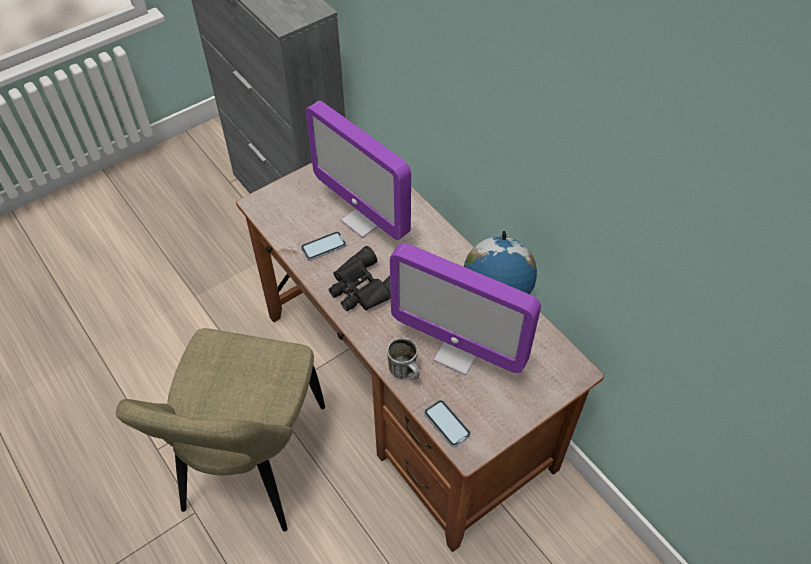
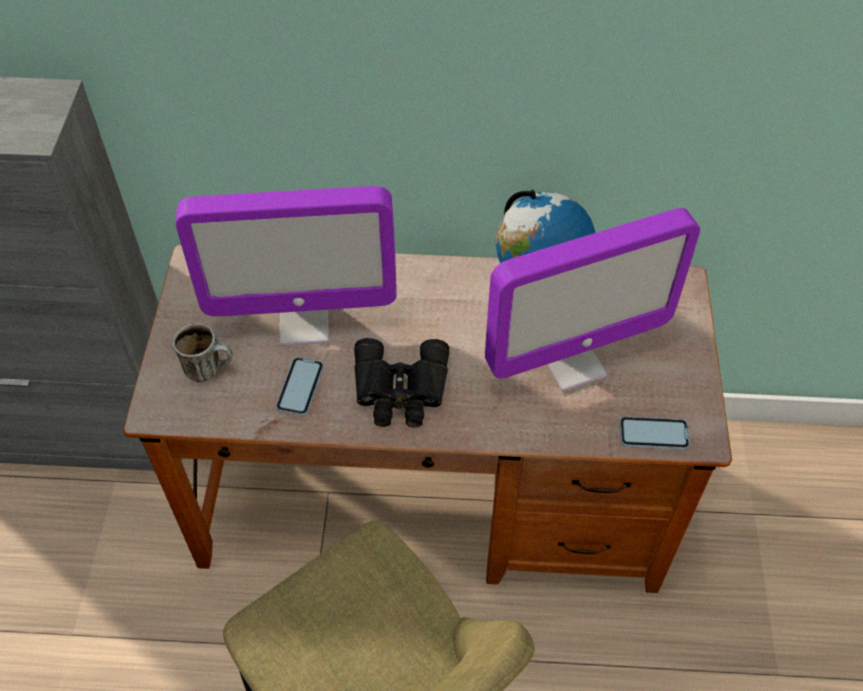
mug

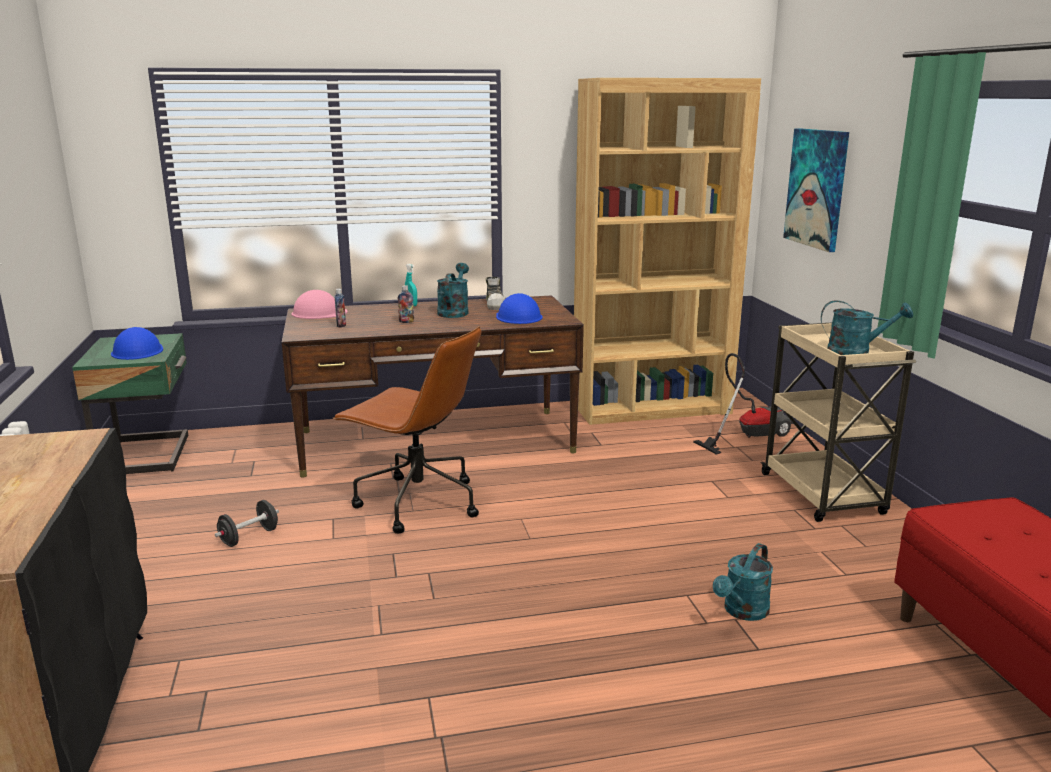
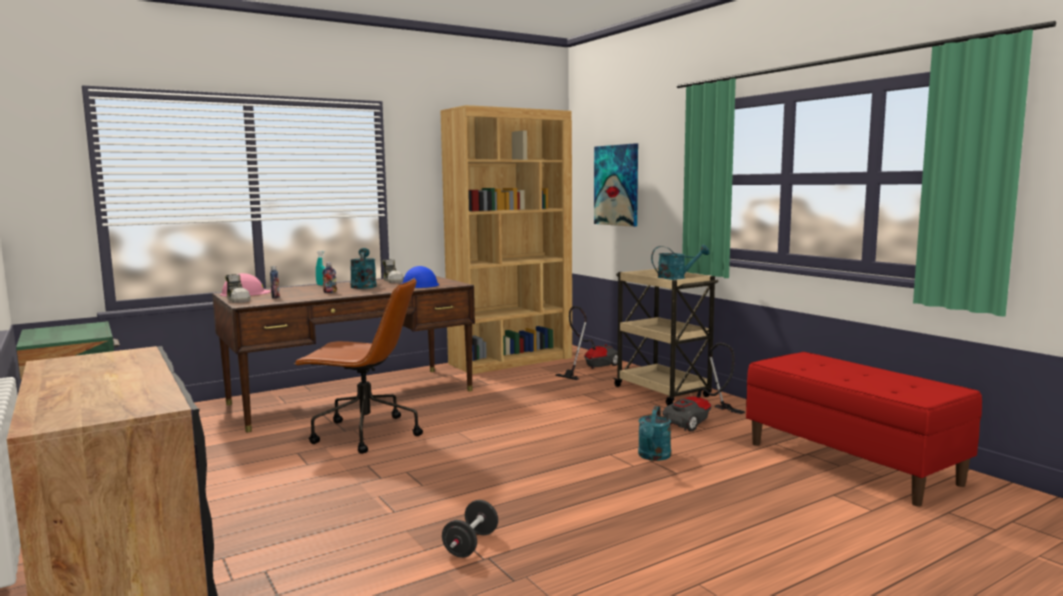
casque de chantier (bleu) (1st from left in the first image)
haltère (noir)
chaussure (1st from left)
aspirateur (2nd from left)

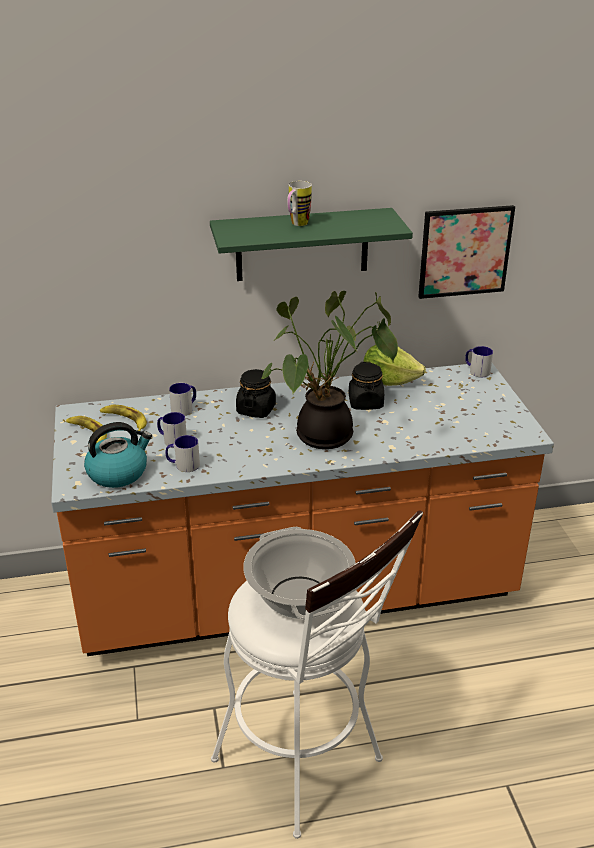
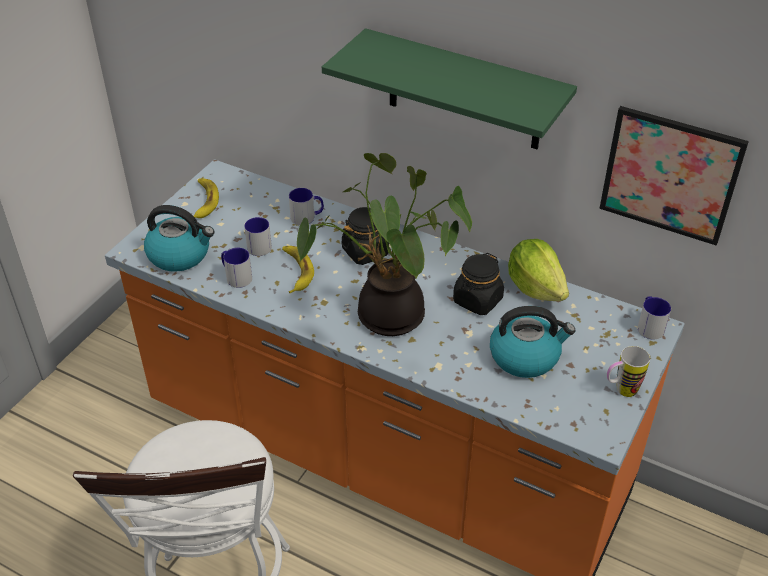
banane (2nd from left)
marmite
mug (4th from left)
bouilloire (2nd from left)

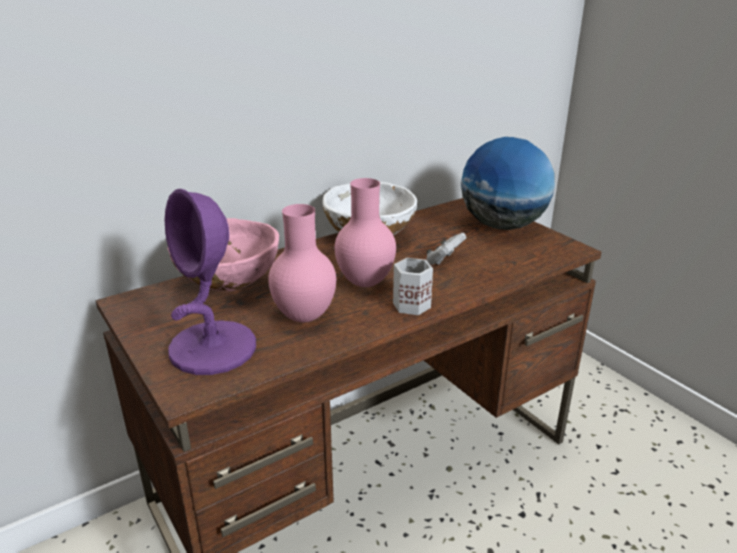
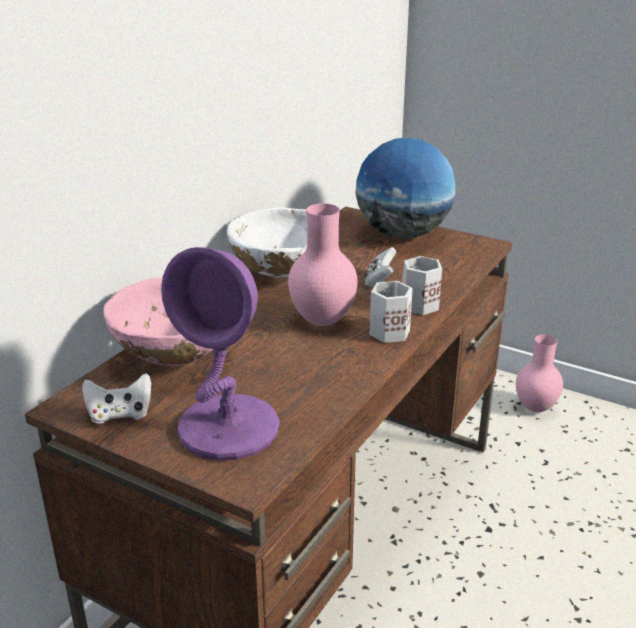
vase (rose) (2nd from left)
manette (blanc) (1st from left)
mug (blanc) (2nd from left)

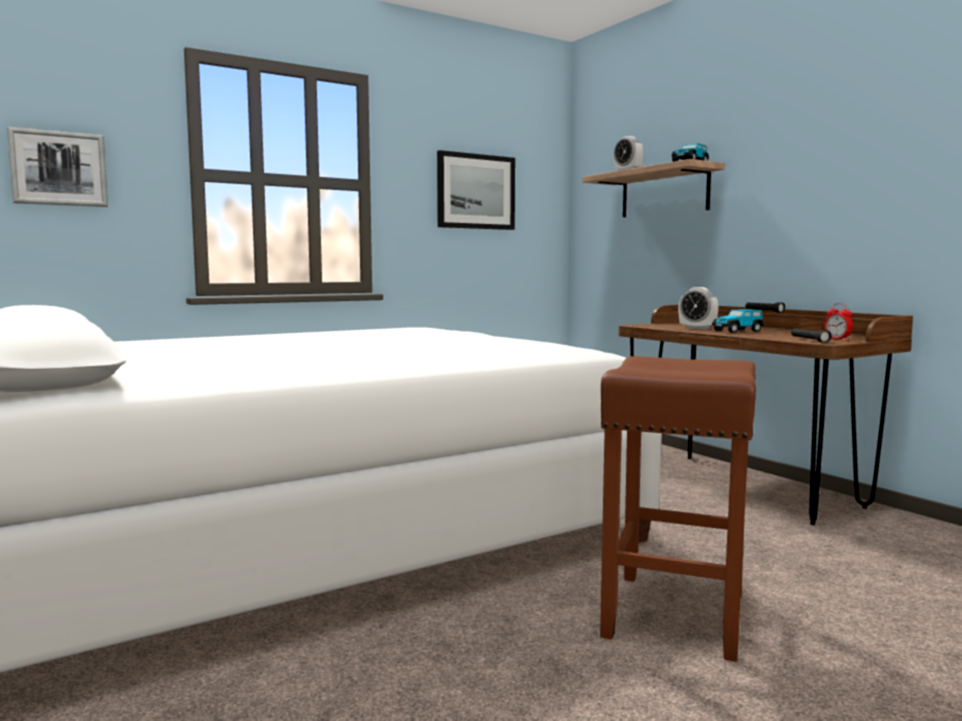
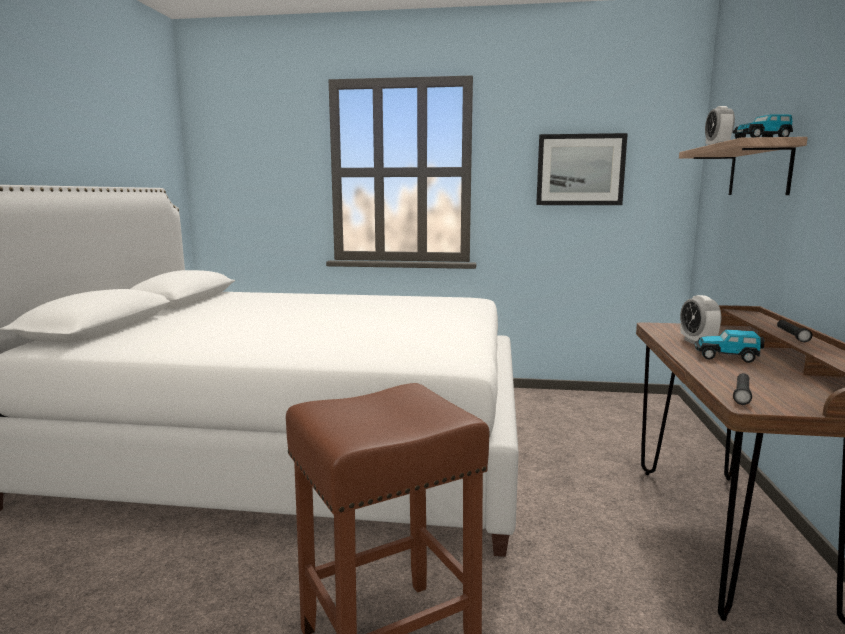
tableau (1st from left in the first image)
réveil (3rd from left in the first image)

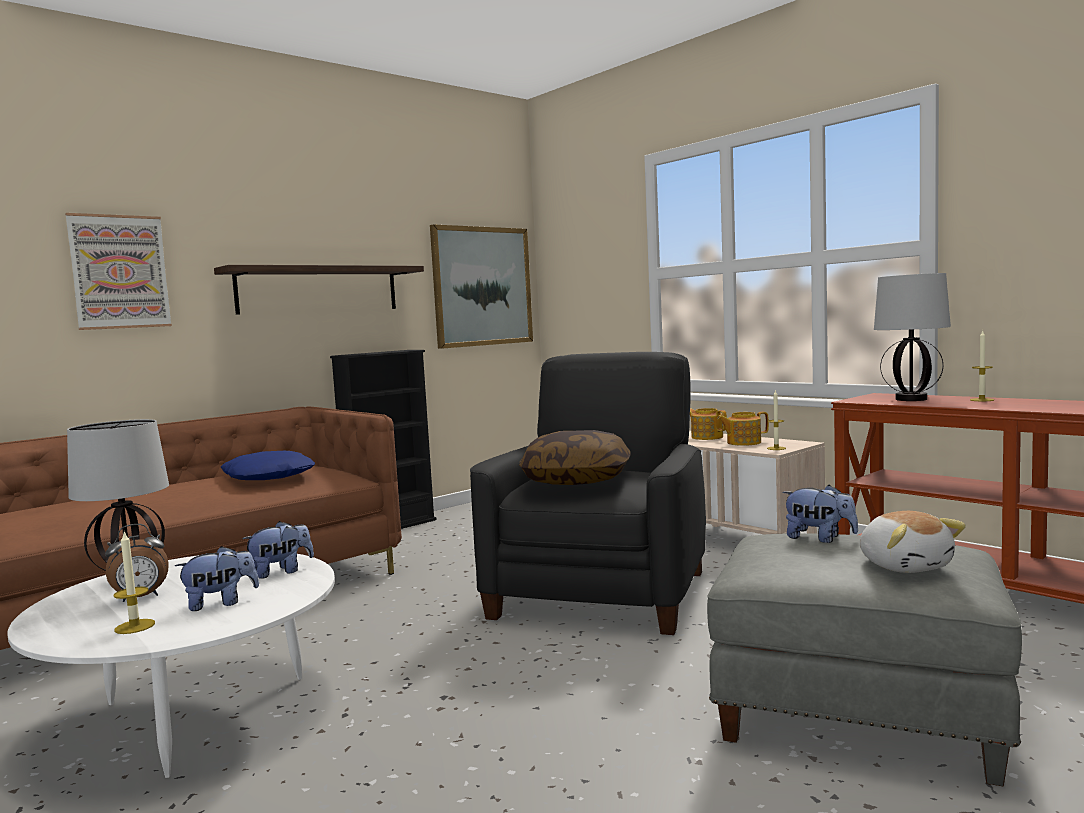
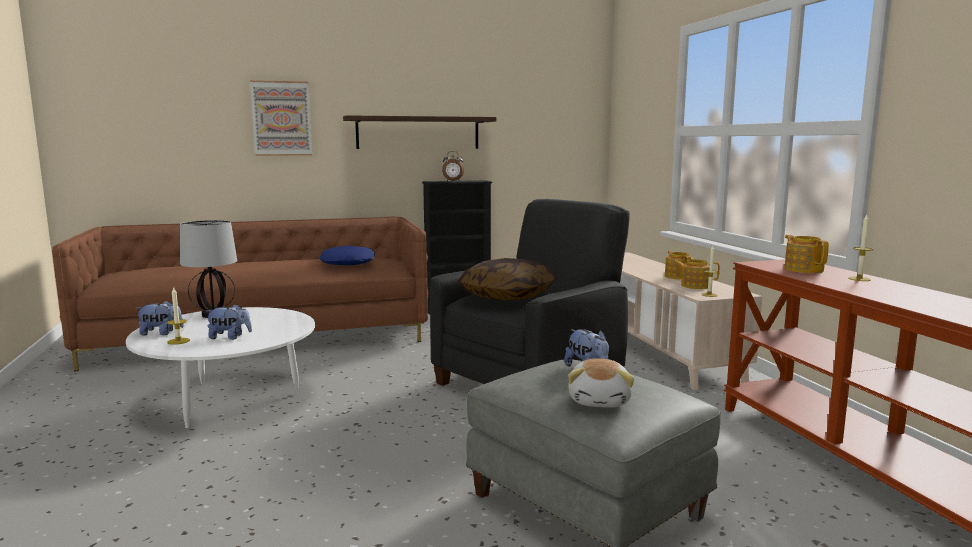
réveil
peluche (1st from left)
tableau (2nd from left in the first image)
théière (3rd from left)

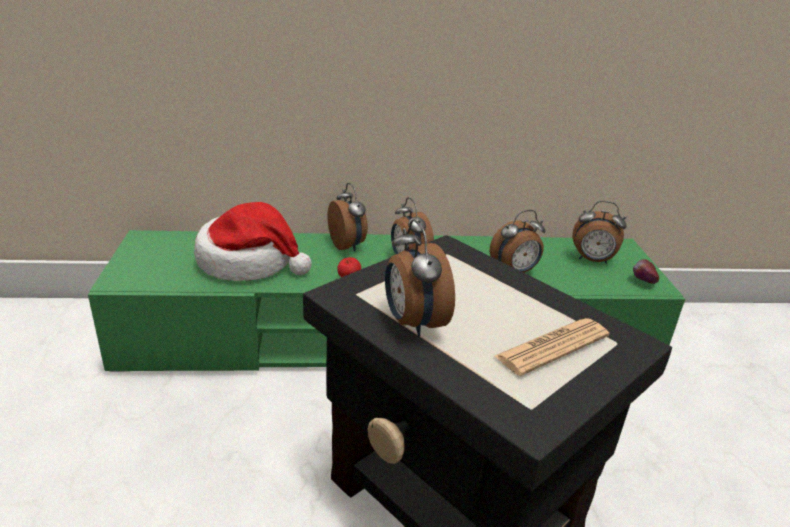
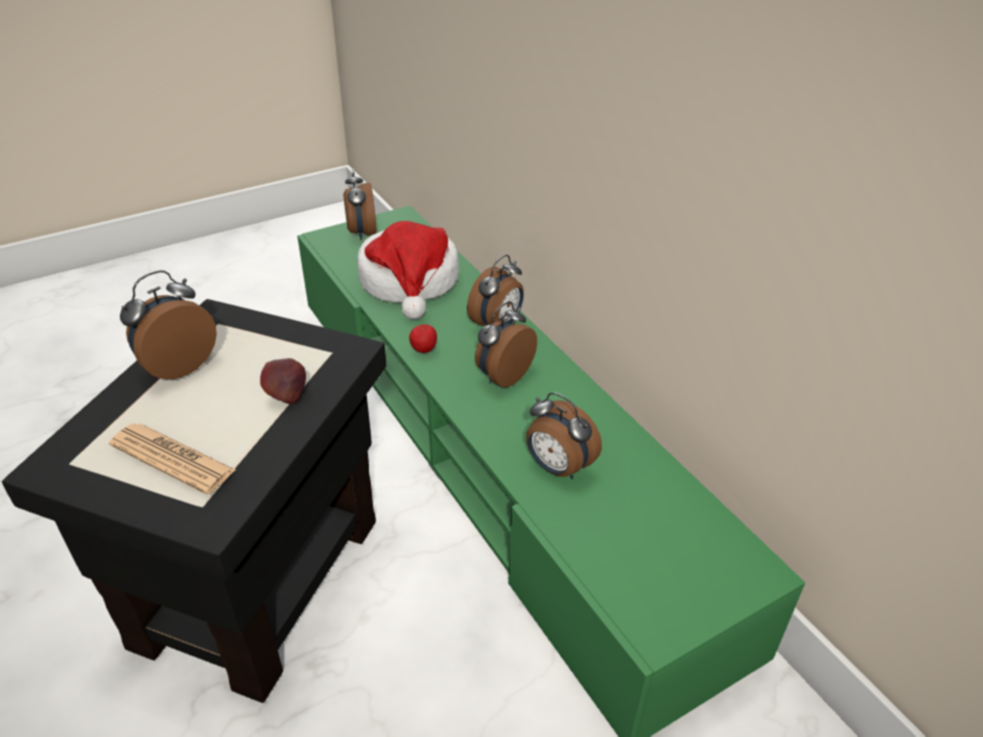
réveil (2nd from left)
pomme (1st from left)

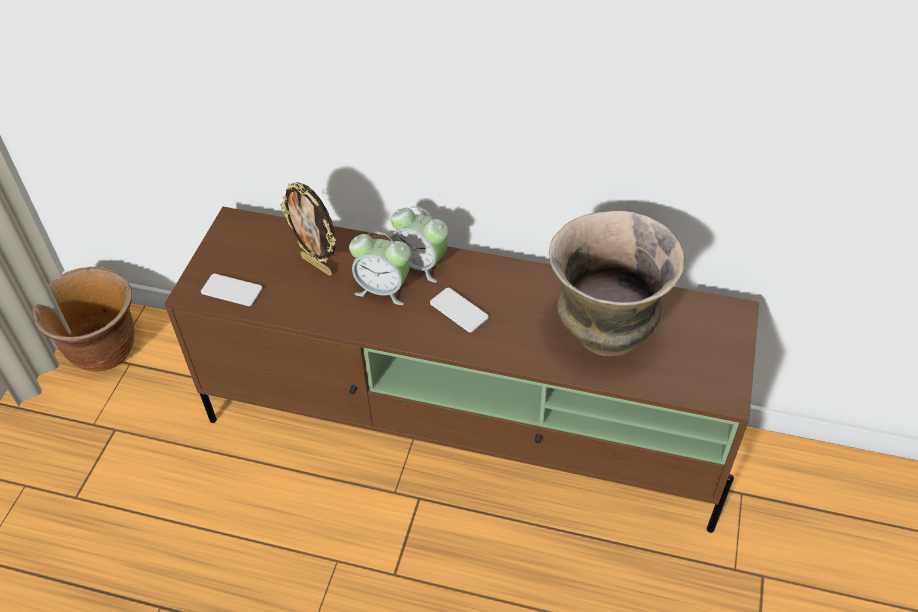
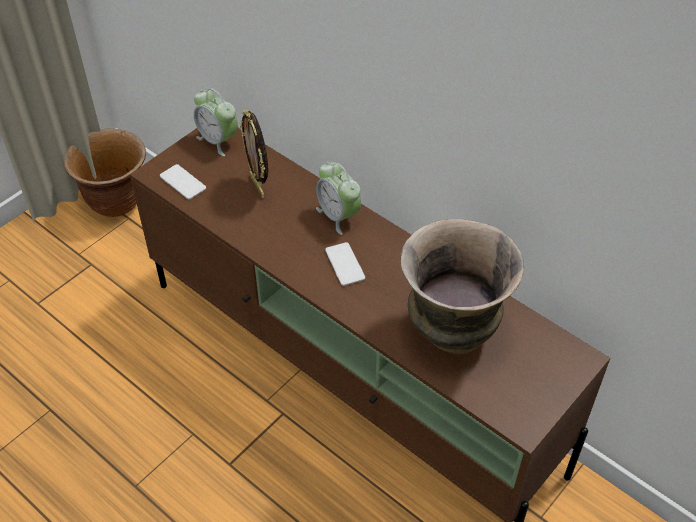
réveil (1st from left)

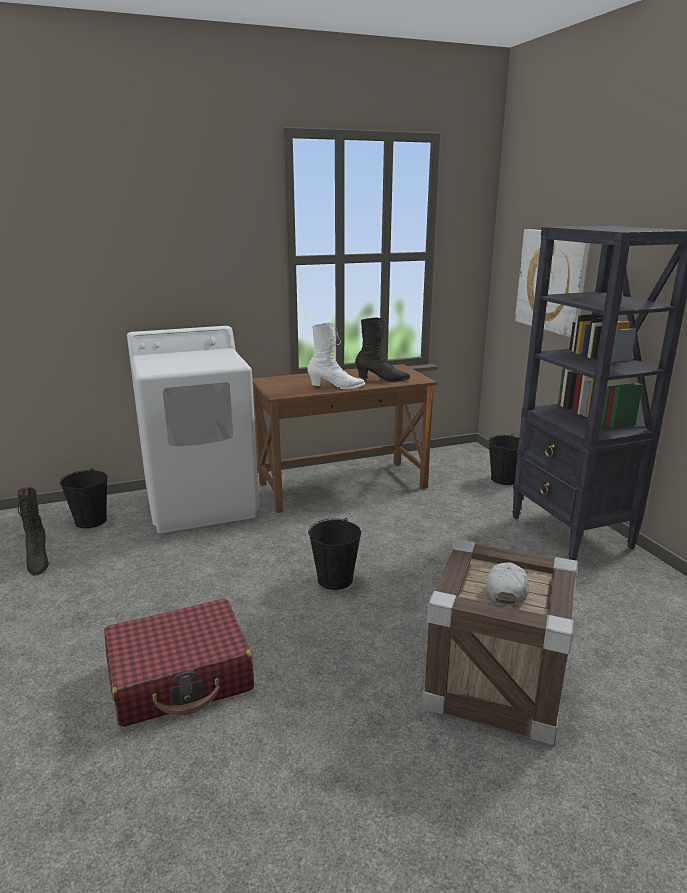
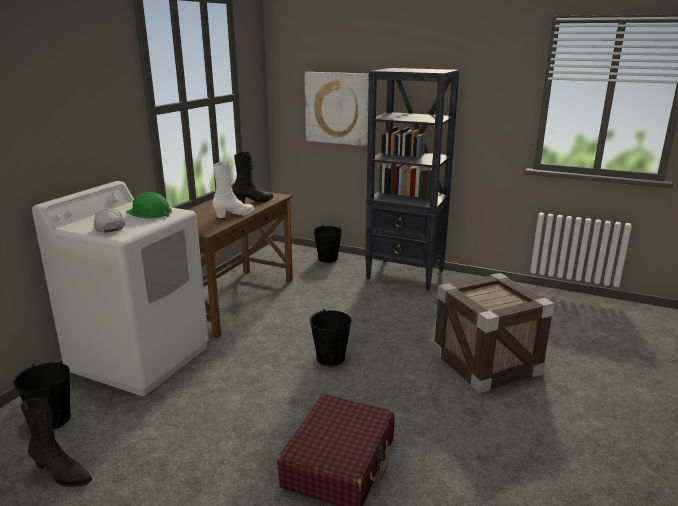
casquette (blanc)
casque de chantier (vert)

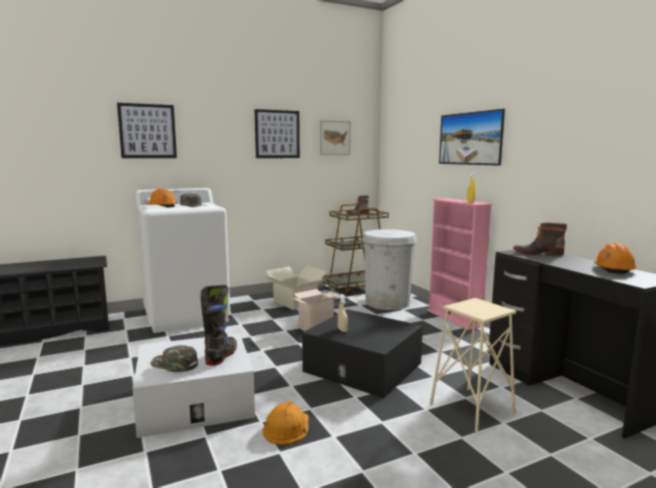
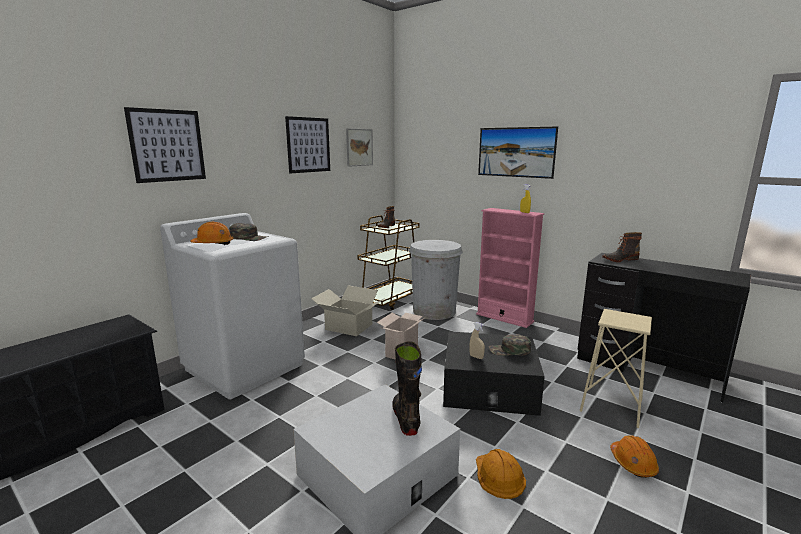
casquette (vert) (2nd from left)
casque de chantier (orange) (3rd from left)

